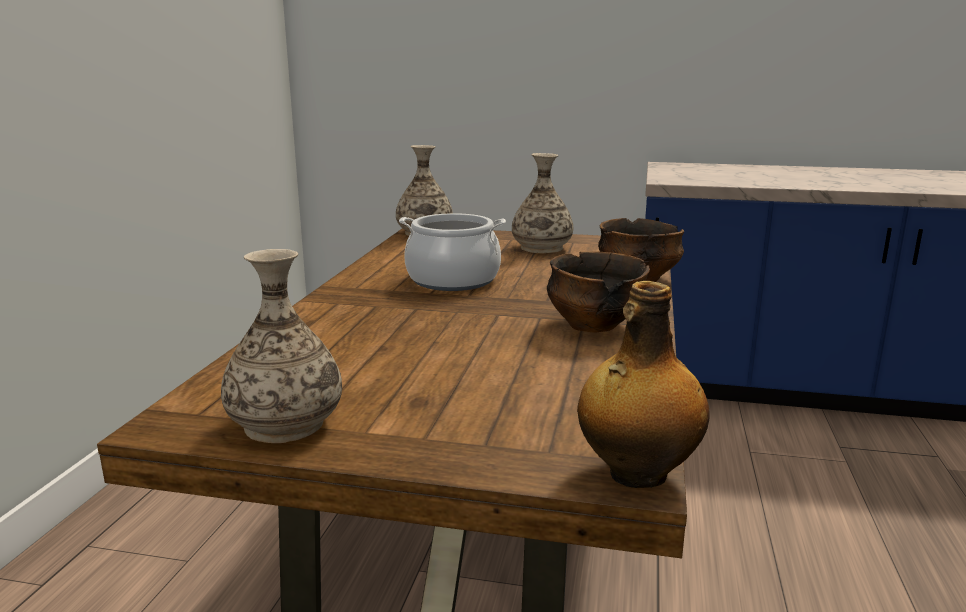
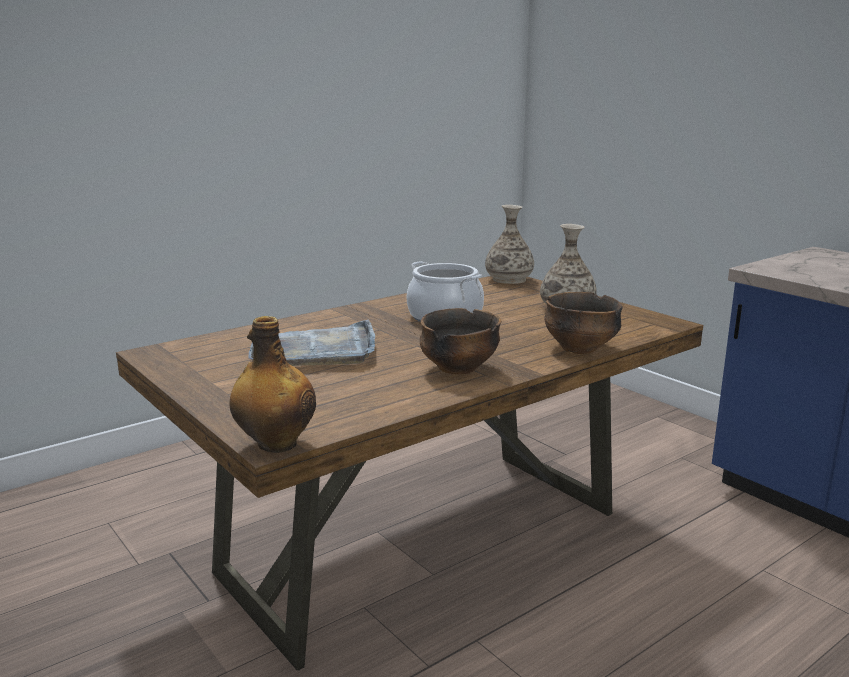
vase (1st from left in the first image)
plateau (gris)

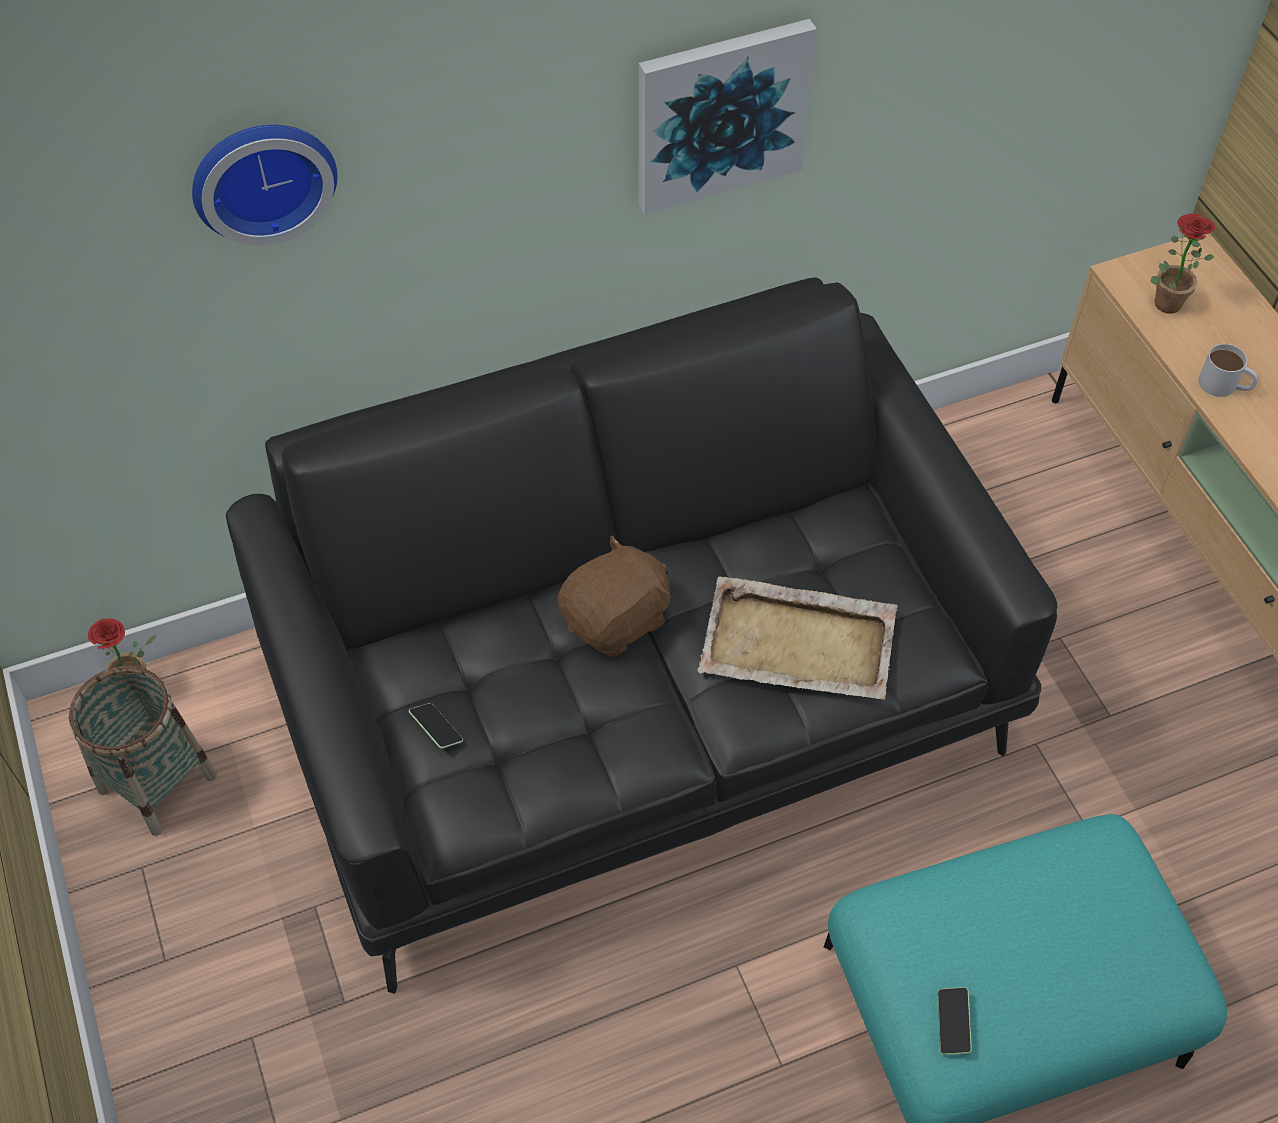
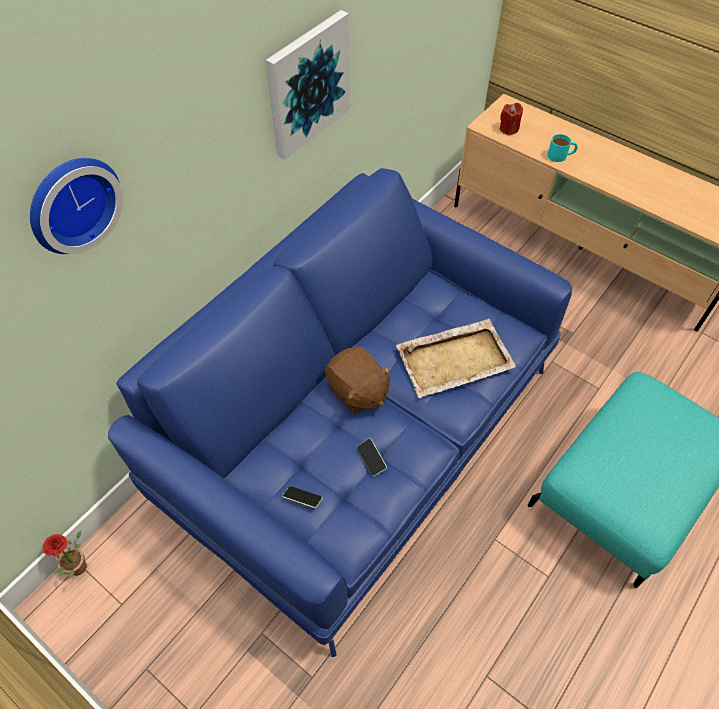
panier
canapé (bleu)
peluche (marron)
téléphone (2nd from left)
bougie (rouge)
mug (turquoise)

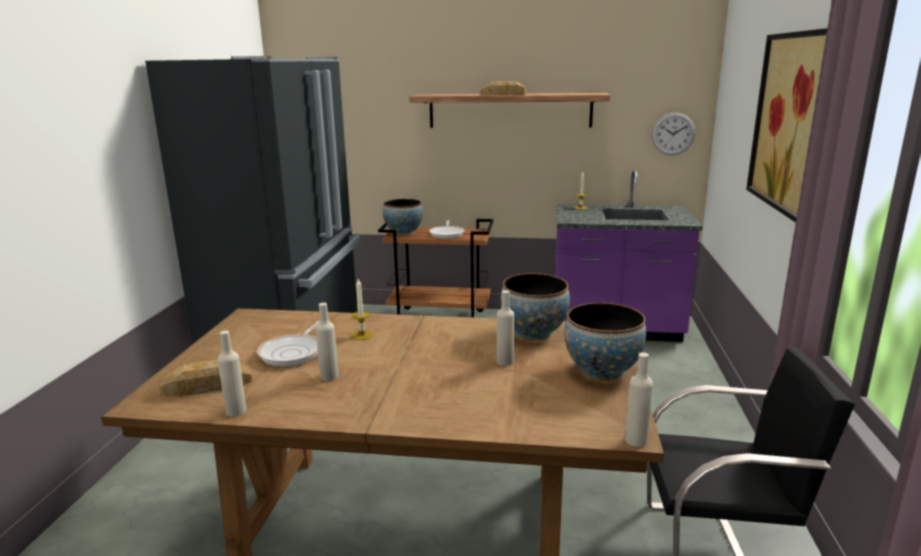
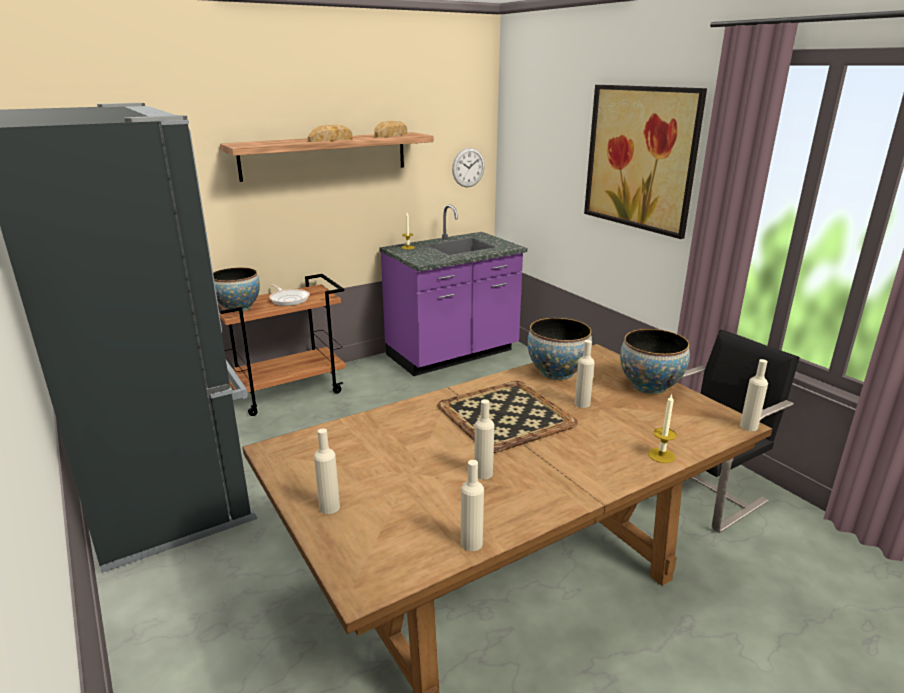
pain (2nd from left)
poêle (1st from left in the first image)
bougie (2nd from left)
bouteille (beige) (1st from left)
plateau

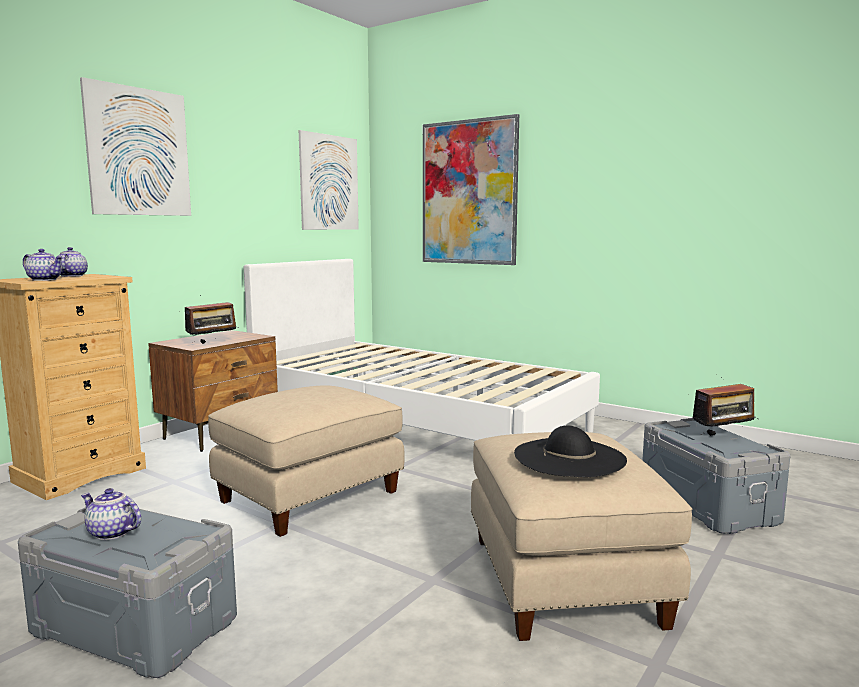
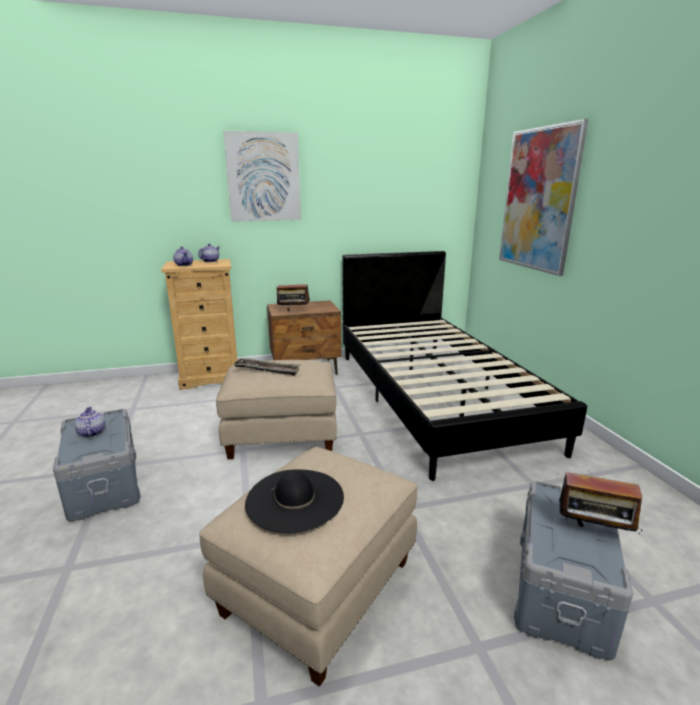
lit (noir)
tableau (2nd from left in the first image)
plateau

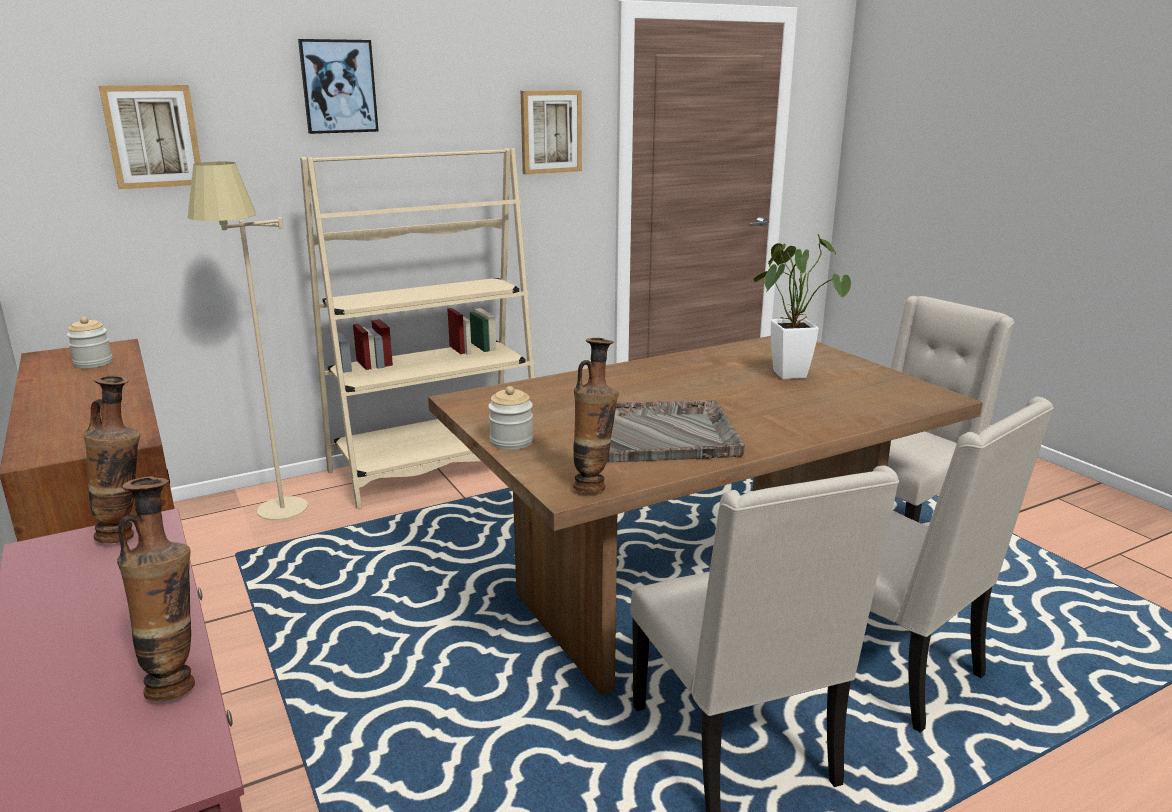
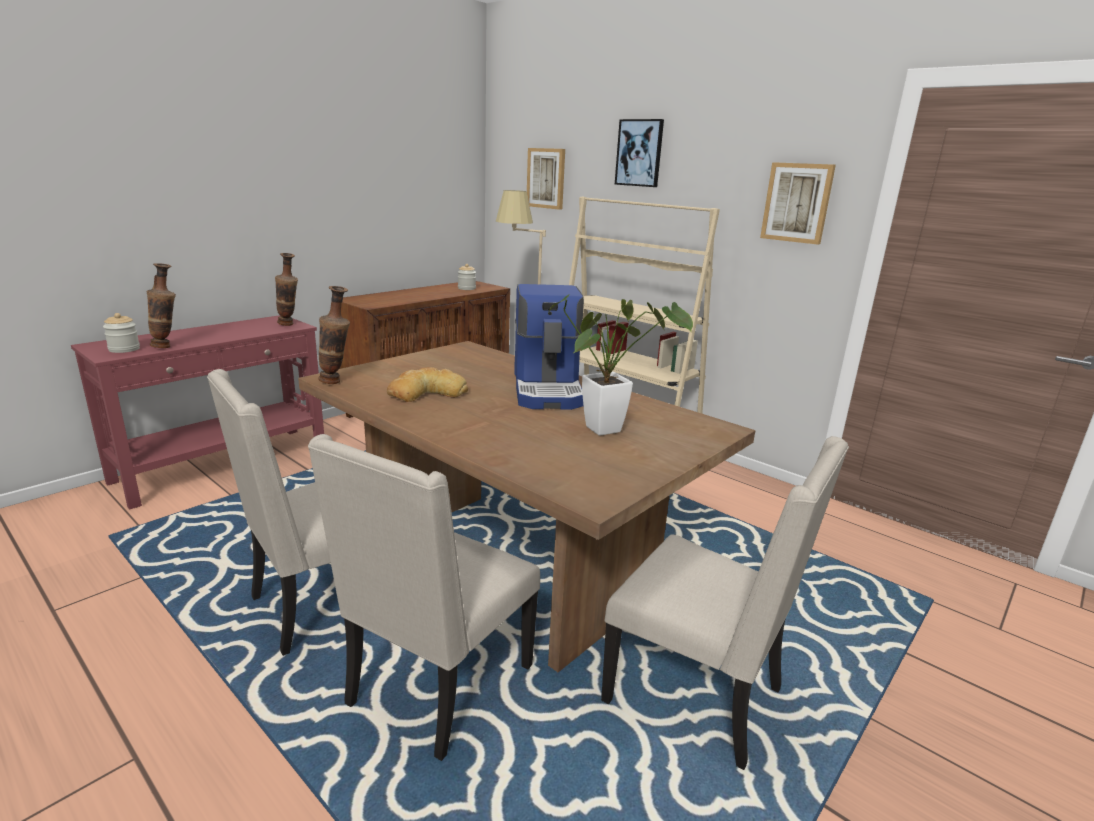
bocal (1st from left)
pain
machine à café

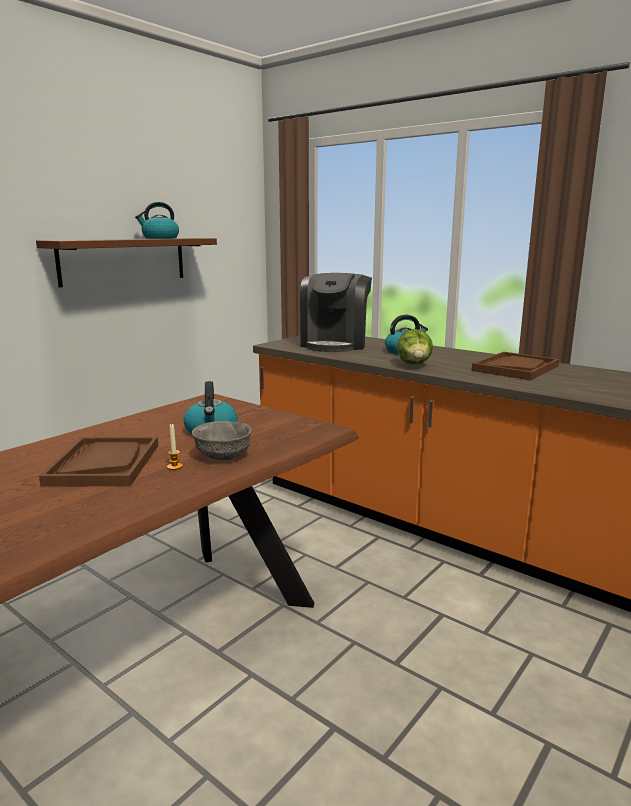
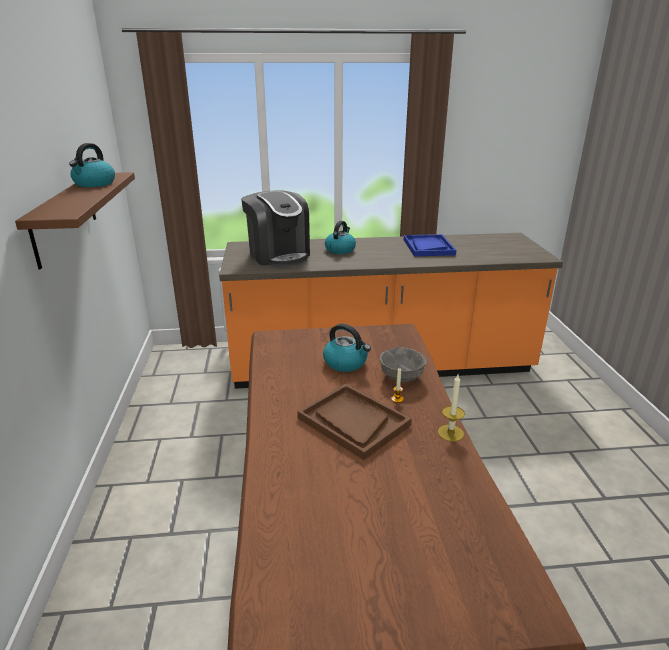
laitue
plateau (bleu)
bougie (2nd from left)

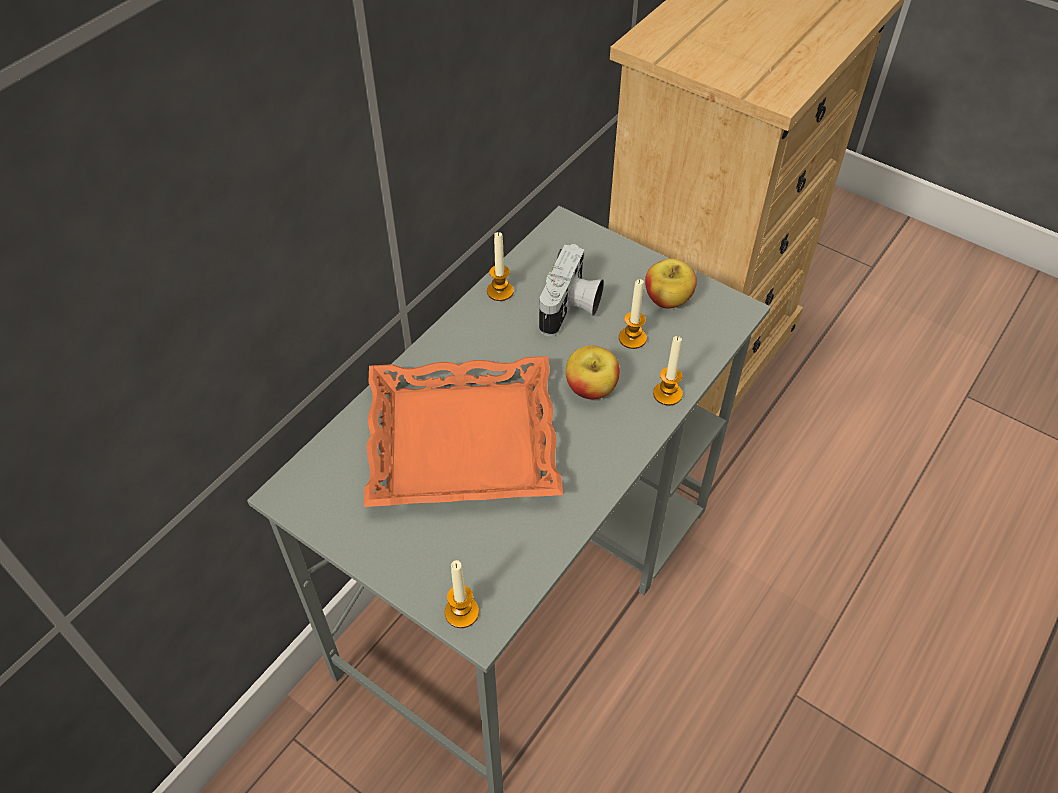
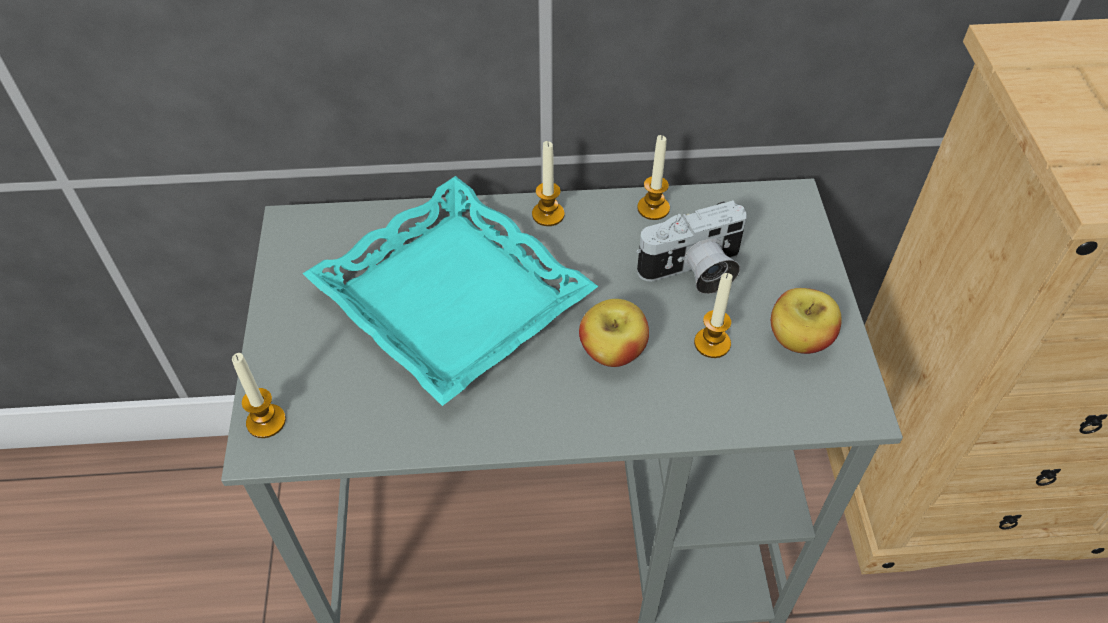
plateau (turquoise)
bougie (2nd from left)

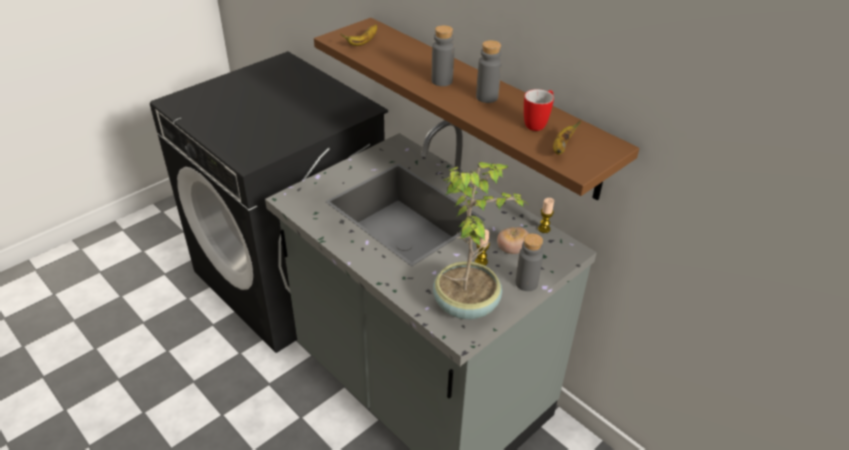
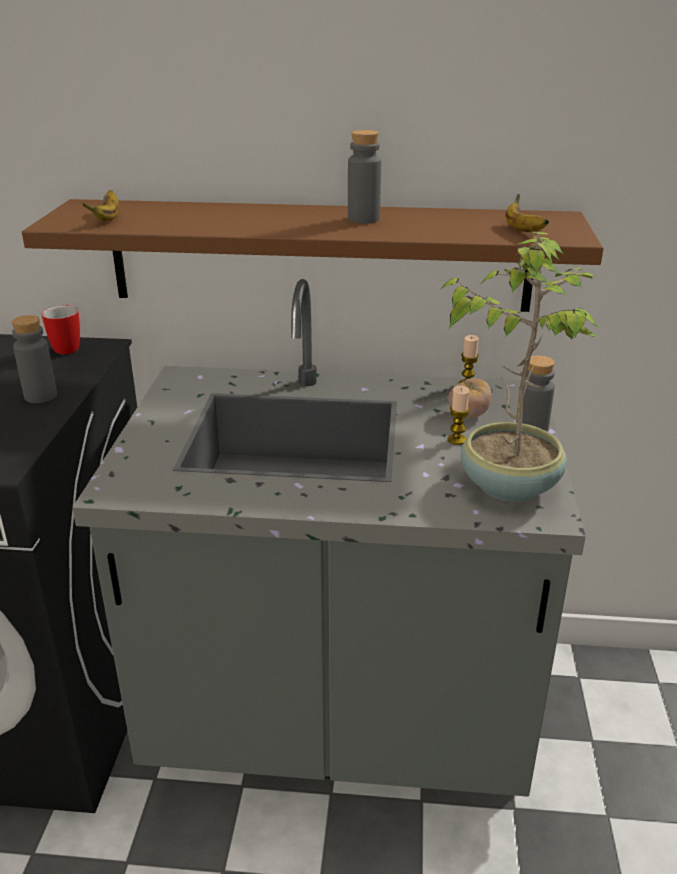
bouteille (gris) (1st from left)
mug

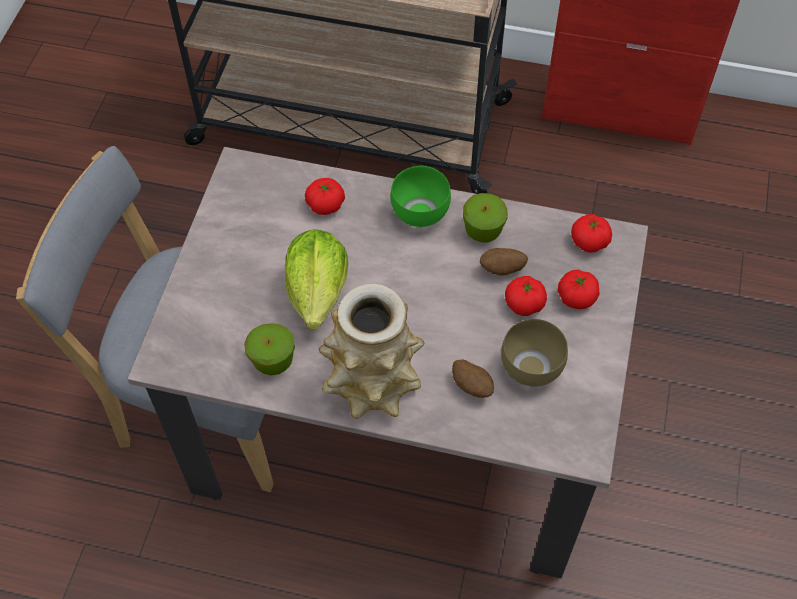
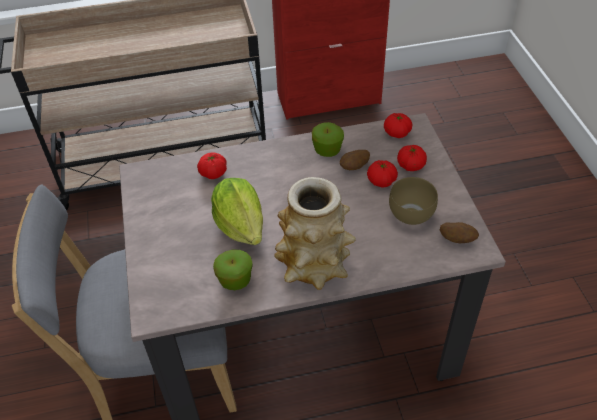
bol (vert)
pomme de terre (2nd from left)

